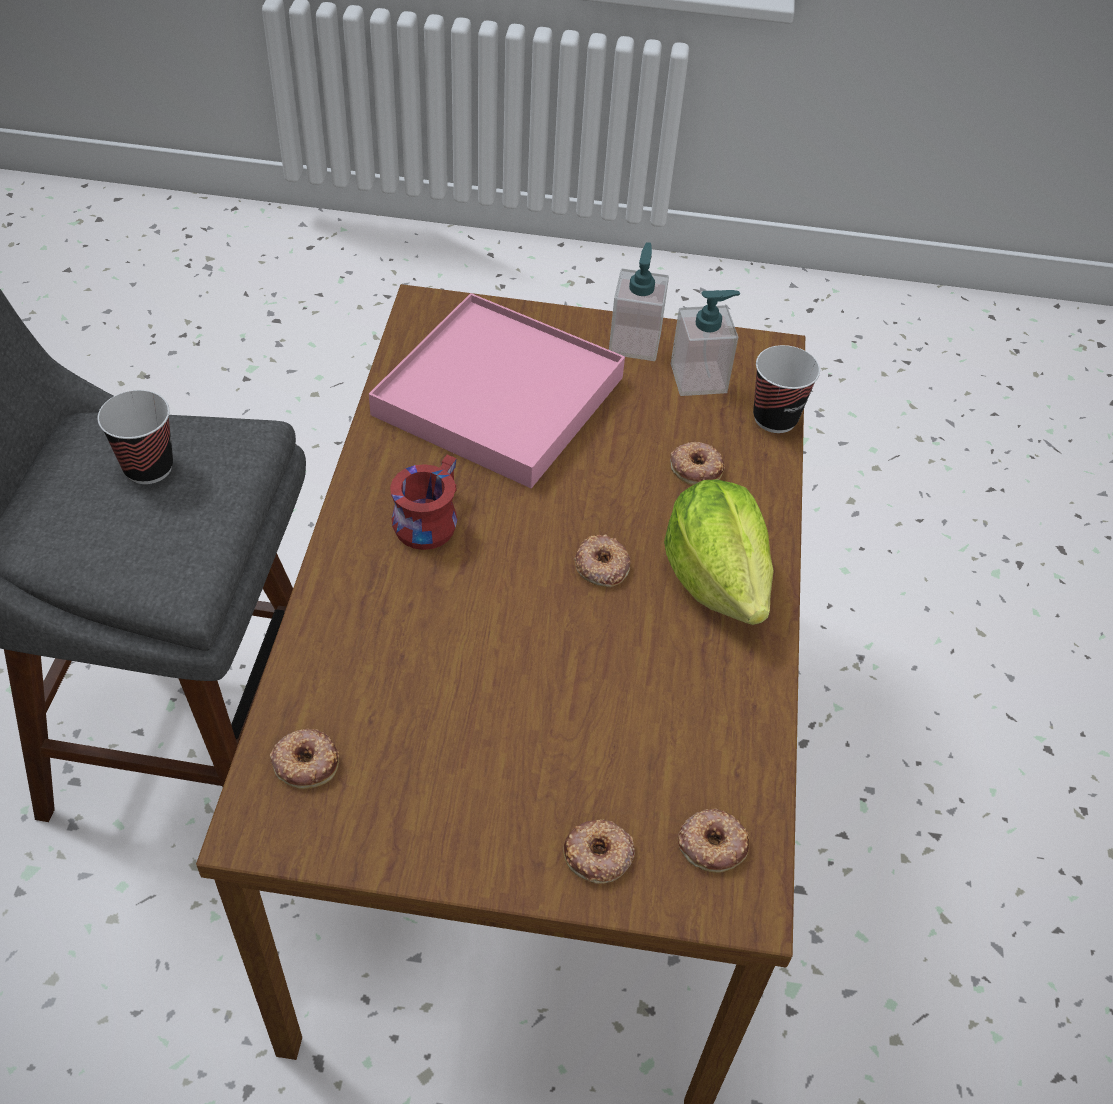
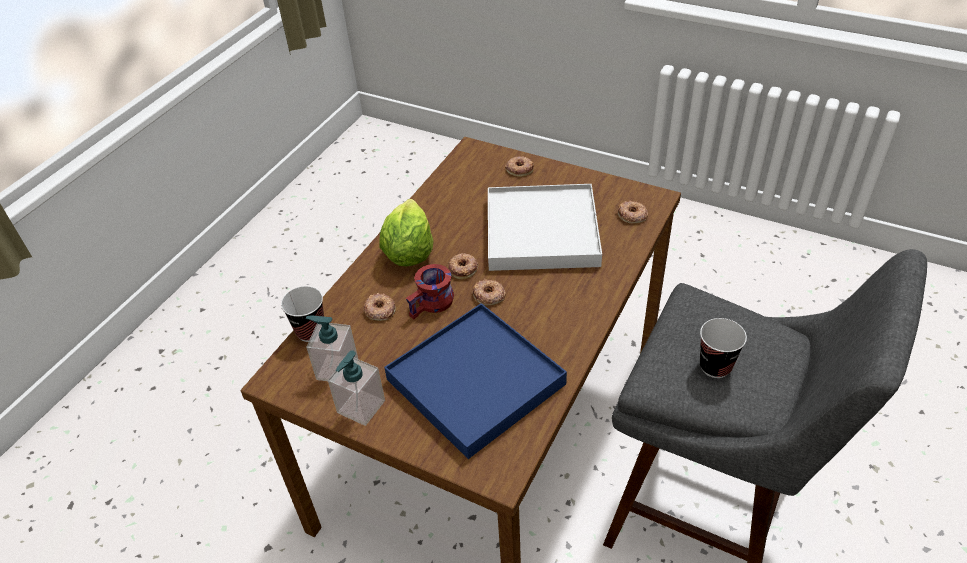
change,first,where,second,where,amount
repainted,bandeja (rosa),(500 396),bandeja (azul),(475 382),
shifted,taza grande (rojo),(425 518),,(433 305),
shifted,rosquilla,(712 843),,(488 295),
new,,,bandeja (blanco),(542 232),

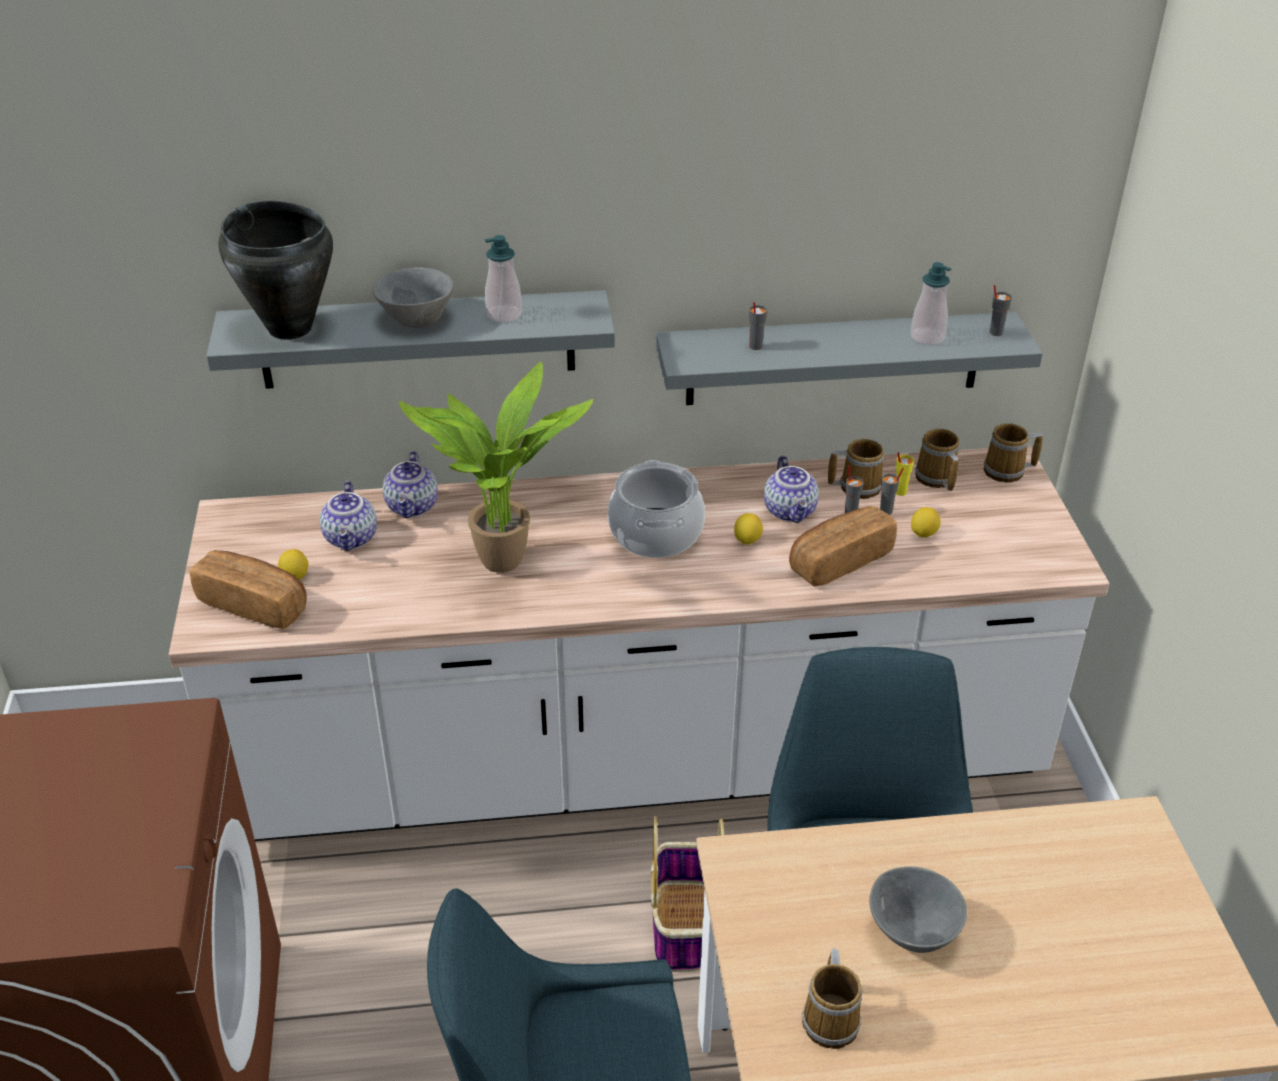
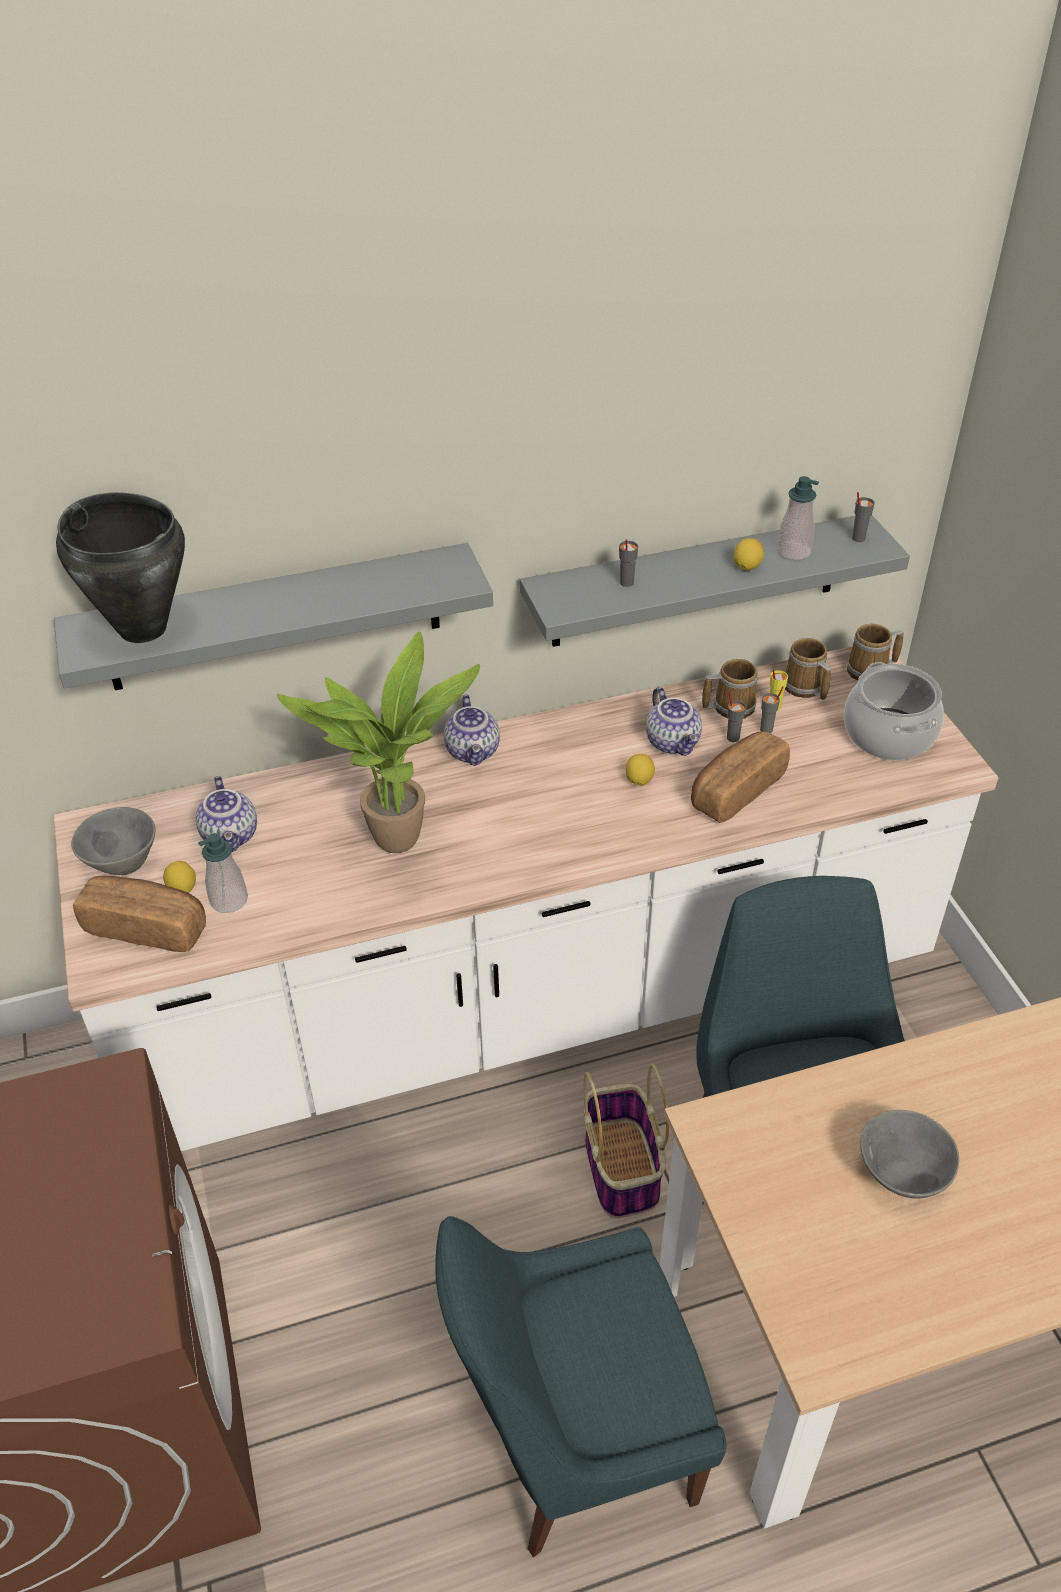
change,first,where,second,where,amount
shifted,dispensador de jabón,(504 315),,(229 900),
shifted,cuenco (gris),(418 318),,(123 860),
shifted,tetera,(413 507),,(474 752),
shifted,olla,(655 533),,(888 734),
shifted,limón,(923 533),,(746 567),
gone,taza grande,(832 1019),,,

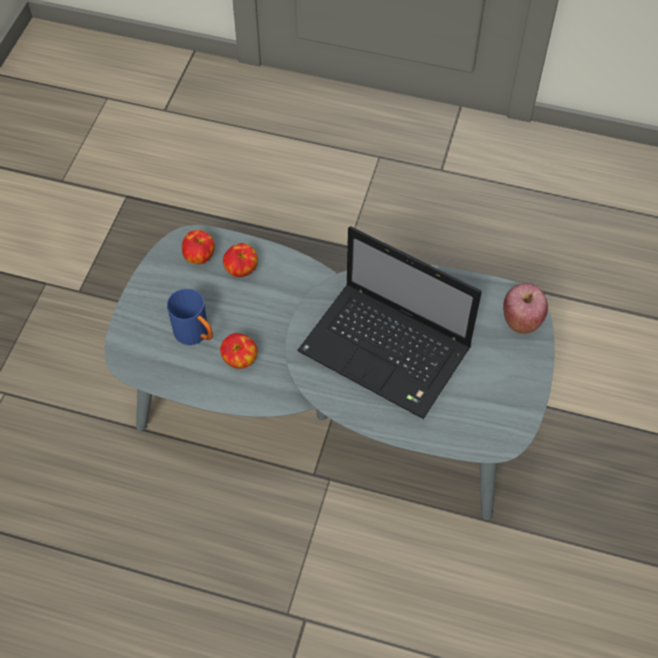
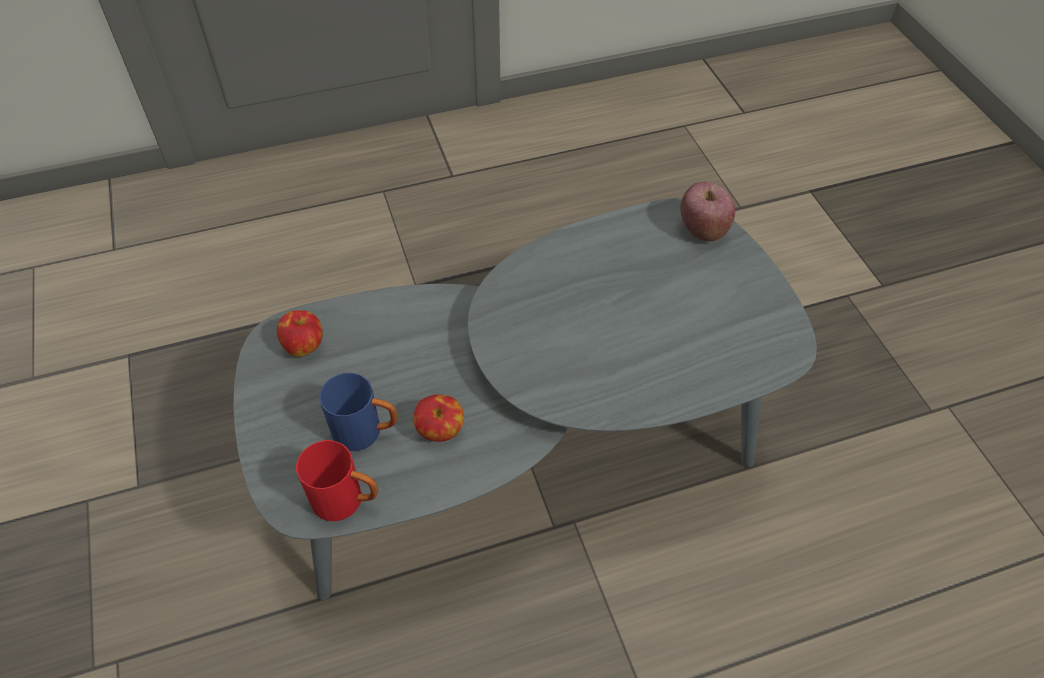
change,first,where,second,where,amount
gone,portátil,(388 352),,,
gone,manzana,(241 270),,,
new,,,taza grande (rojo),(347 501),

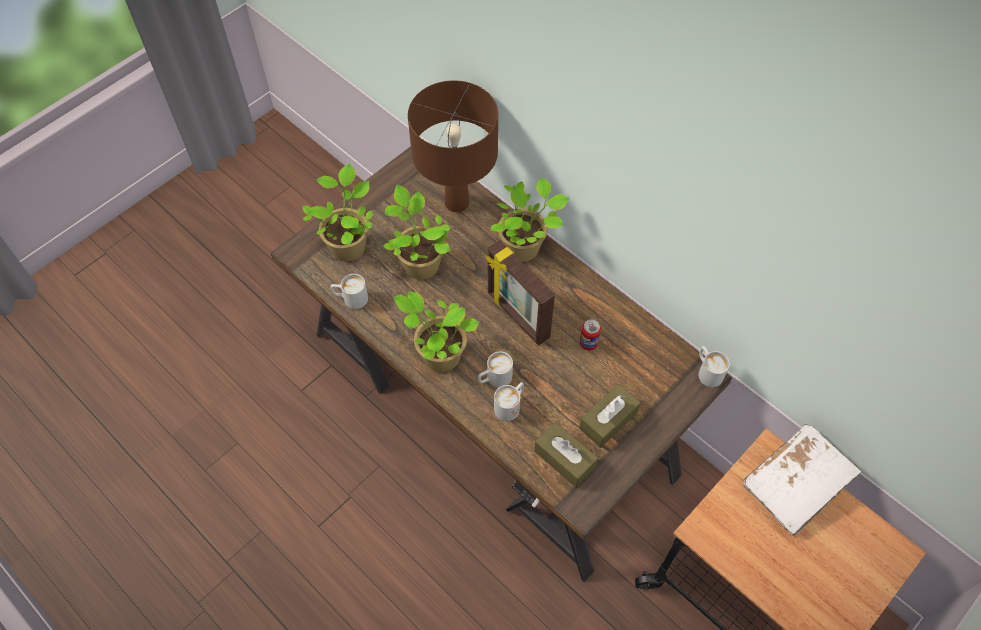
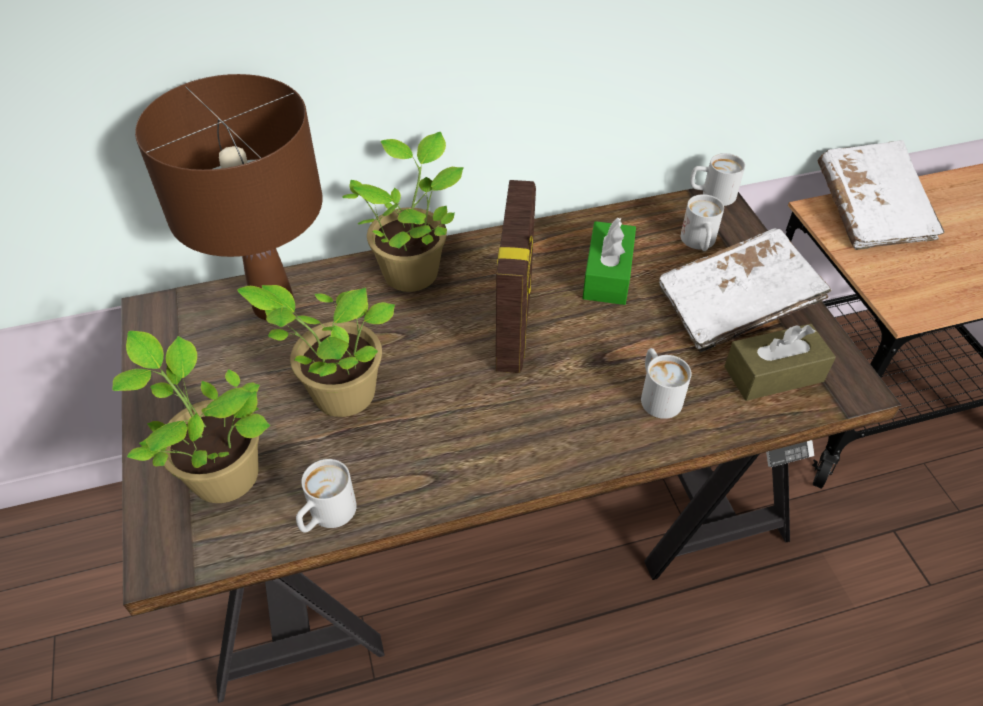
change,first,where,second,where,amount
rotated,portarretratos,(517 316),,(515 325),75 degrees counterclockwise
gone,planta en maceta,(438 355),,,
swapped,lata,(588 343),caja de pañuelos (verde),(607 275),
shifted,taza grande (blanco),(494 379),,(699 243),
swapped,caja de pañuelos (marrón),(608 420),libro (blanco),(734 306),

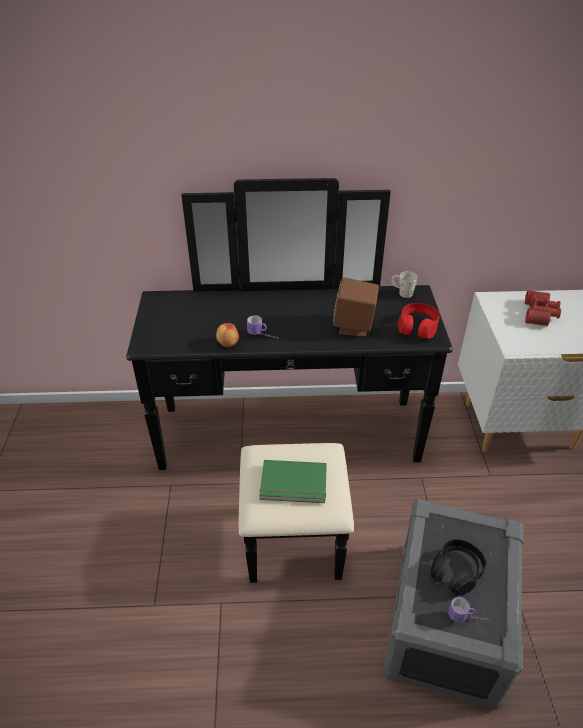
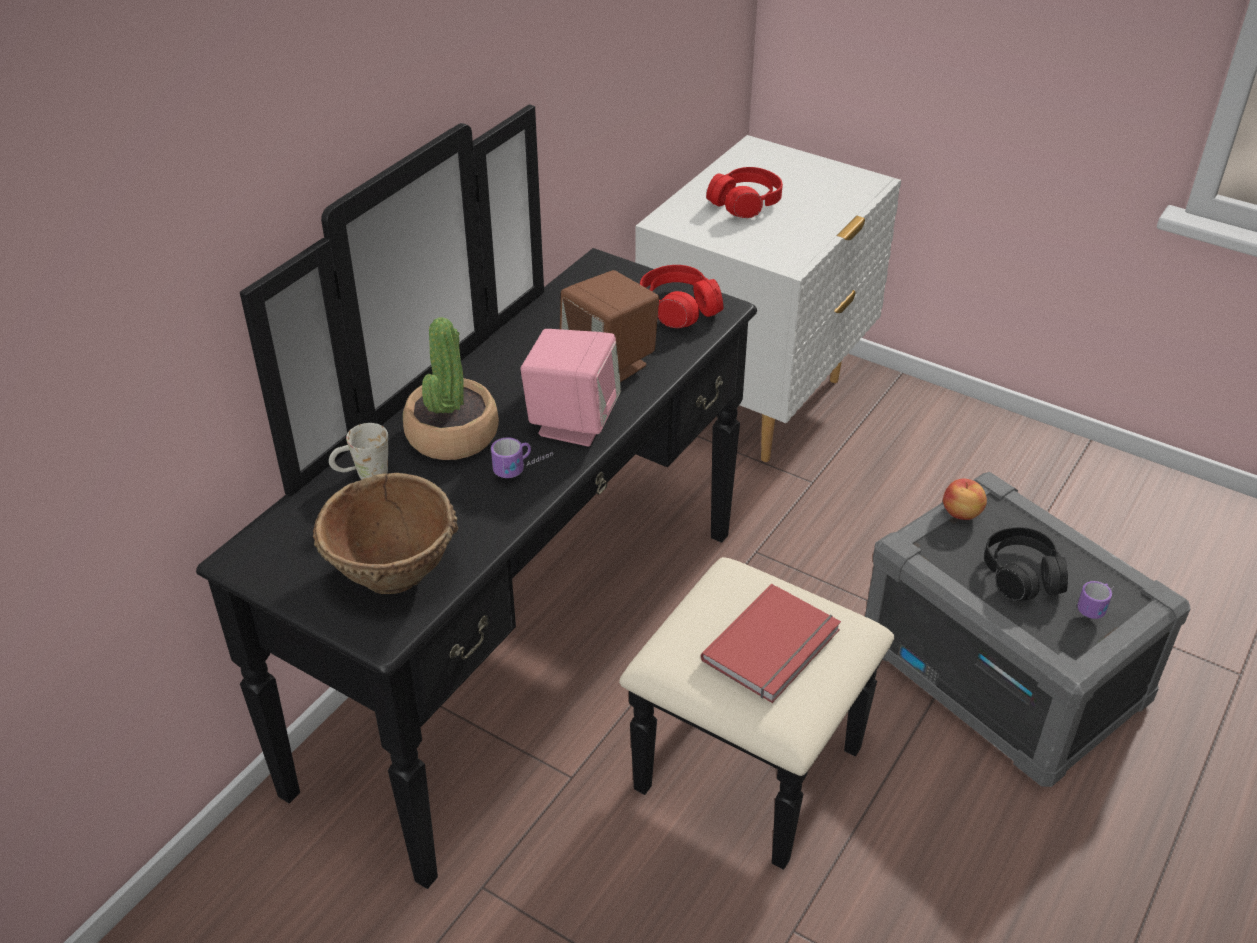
change,first,where,second,where,amount
shifted,taza grande (blanco),(401 292),,(363 475),
swapped,prismáticos (rojo),(540 314),auriculares (rojo),(745 203),
shifted,manzana,(227 343),,(961 513),
repainted,libro (verde),(294 485),libro (rojo),(775 647),
new,,,planta en maceta,(452 434),
new,,,altavoz (rosa),(572 422),
new,,,cuenco (marrón),(393 573),

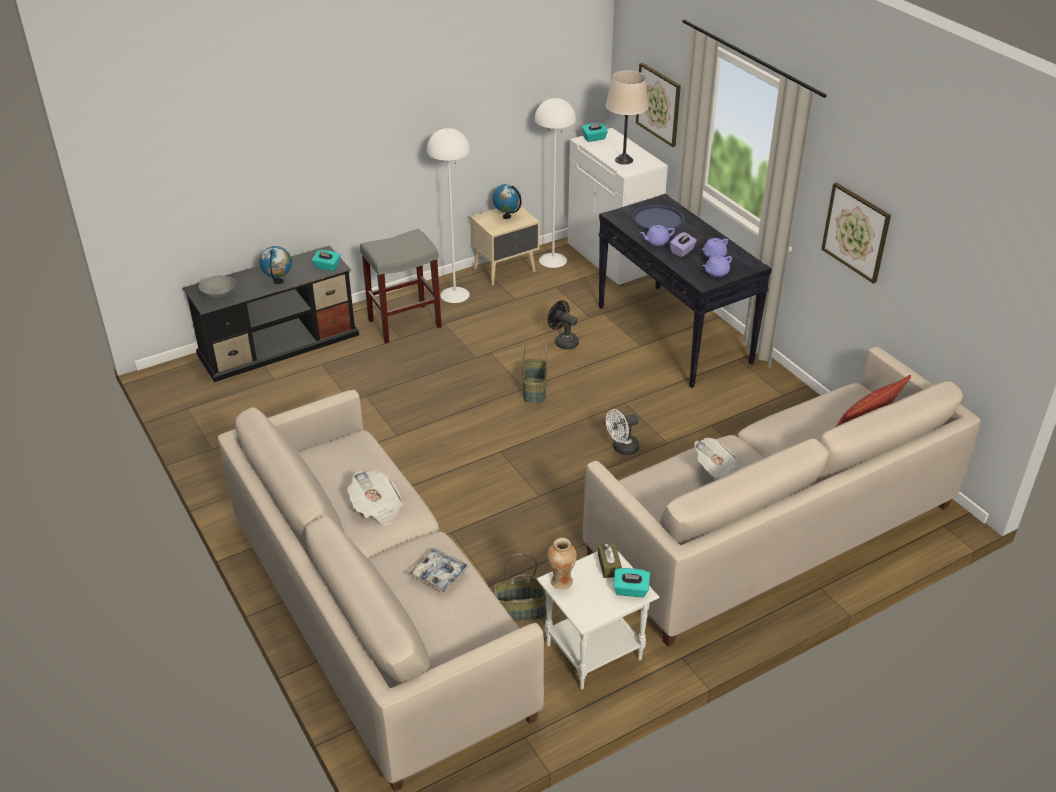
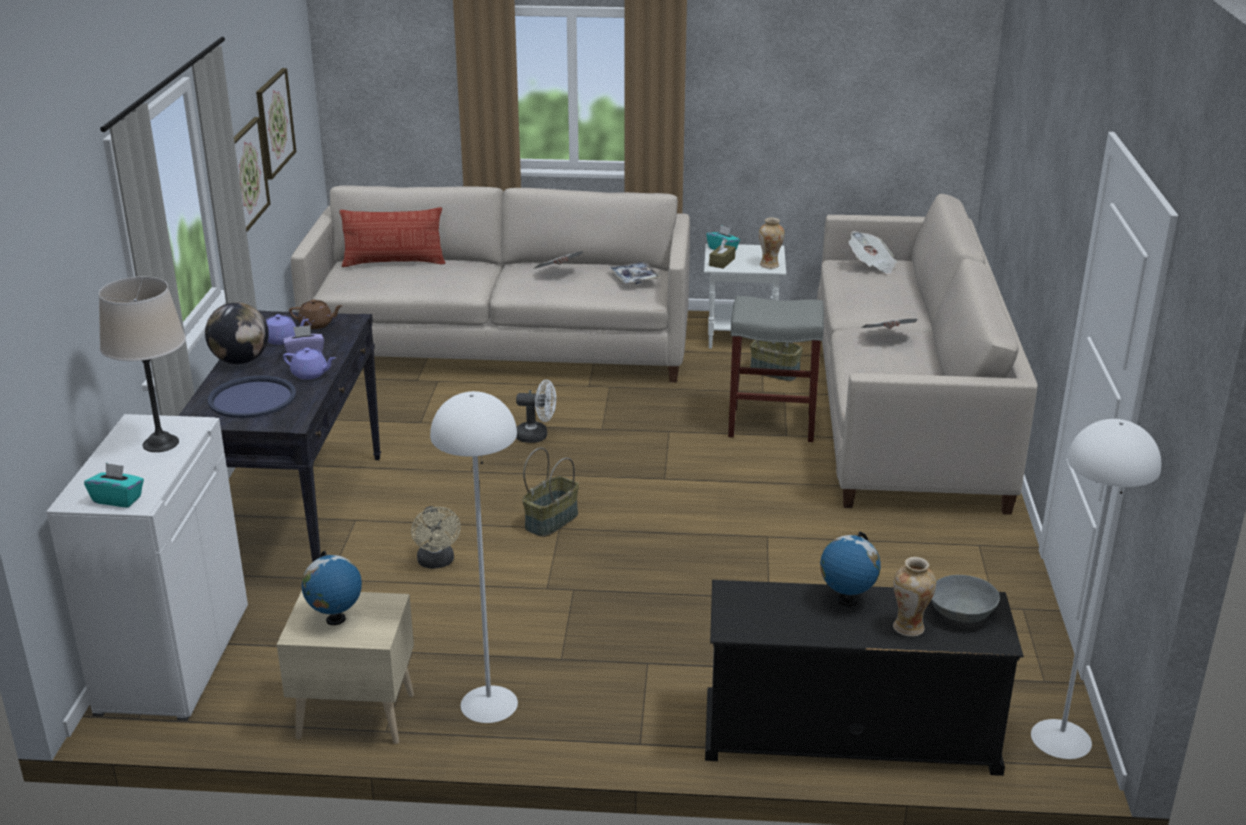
change,first,where,second,where,amount
shifted,cuadro,(659 104),,(274 123),
shifted,lámpara de pie (blanco),(553 260),,(1060 739),
shifted,taburete (gris),(405 323),,(770 424),
gone,caja de pañuelos (turquesa),(327 267),,,
repainted,tetera (morado),(716 272),tetera (marrón),(317 324),
repainted,ventilador (negro),(563 342),ventilador (beis),(437 563),
shifted,bandeja,(438 574),,(634 278),
new,,,periódico,(872 265),
new,,,globo terráqueo,(240 361),
new,,,florero,(909 627),

